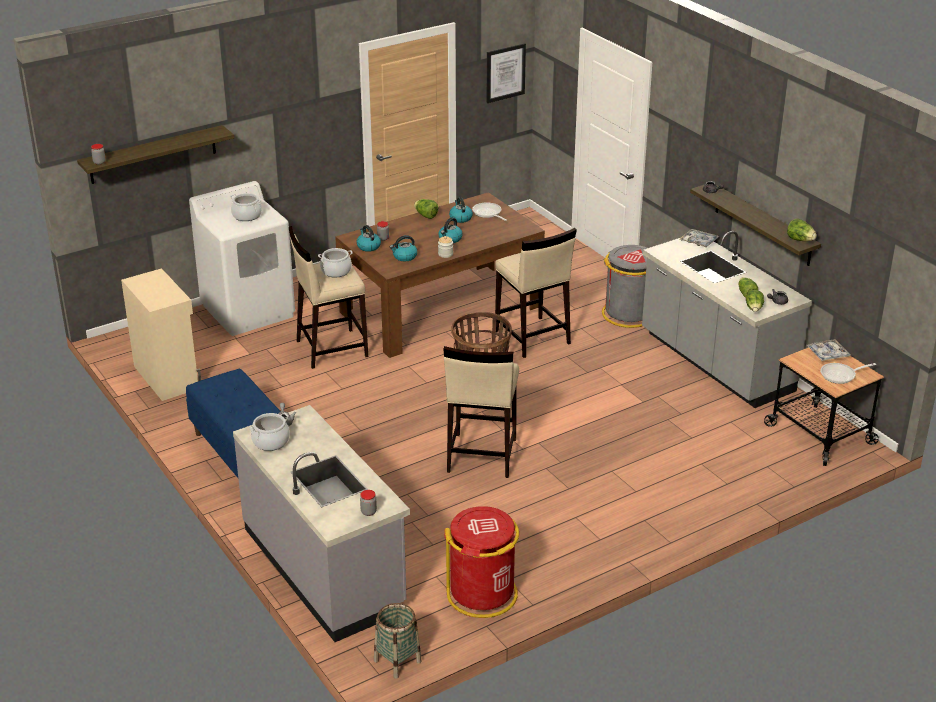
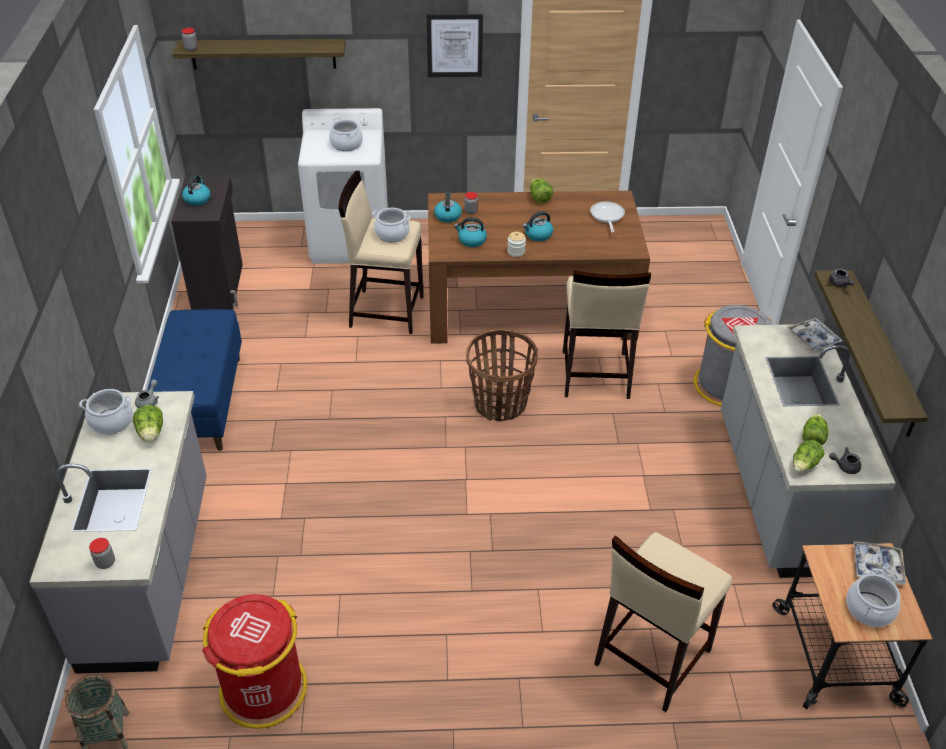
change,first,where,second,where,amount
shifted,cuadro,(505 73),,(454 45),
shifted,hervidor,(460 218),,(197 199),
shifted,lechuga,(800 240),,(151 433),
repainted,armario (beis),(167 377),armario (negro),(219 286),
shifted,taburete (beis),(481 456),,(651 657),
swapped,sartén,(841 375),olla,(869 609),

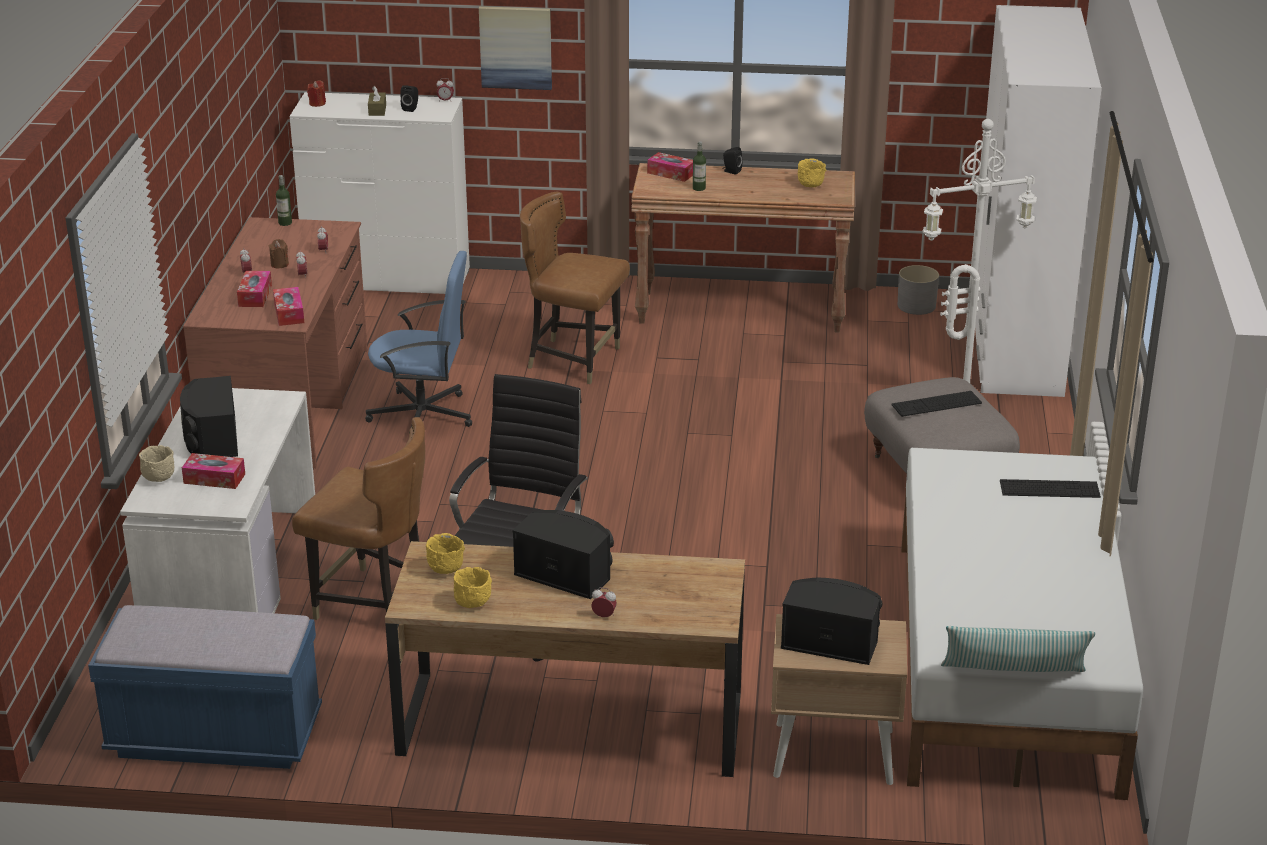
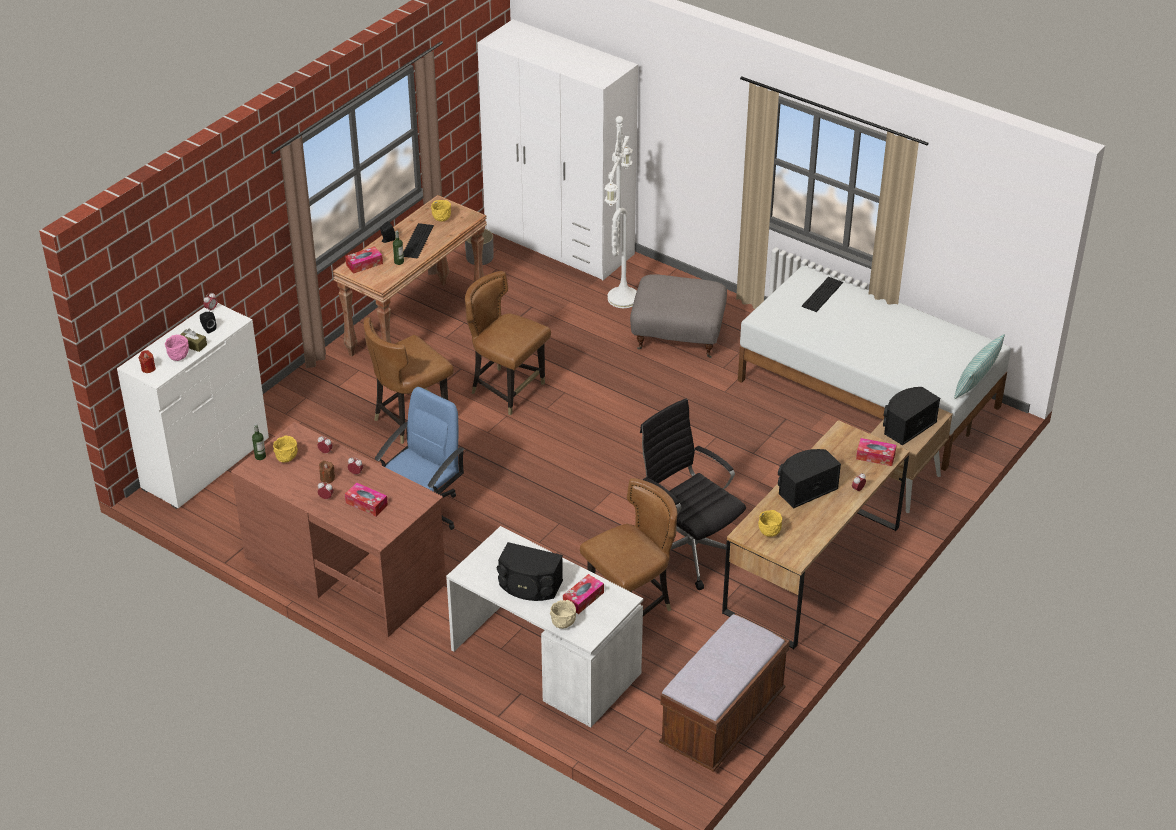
change,first,where,second,where,amount
gone,cuadro,(516 47),,,
shifted,caja de pañuelos,(289 313),,(875 456),
shifted,teclado,(936 404),,(417 241),
shifted,cuenco (amarillo),(472 604),,(287 458),
repainted,banco (azul),(215 736),banco (marrón),(722 721),
new,,,silla (marrón),(507 390),
new,,,cuenco (rosa),(179 357),

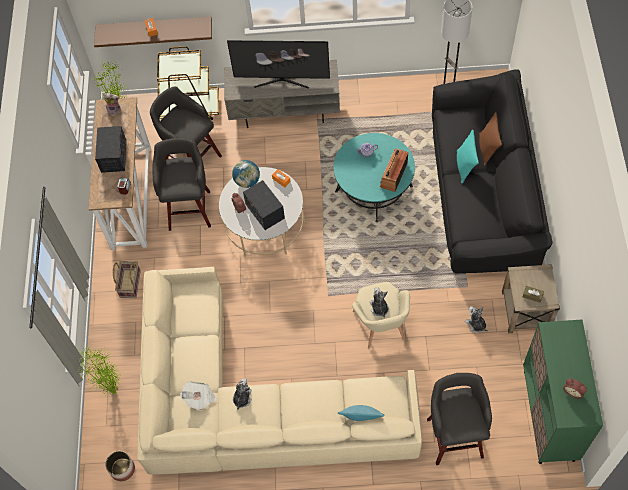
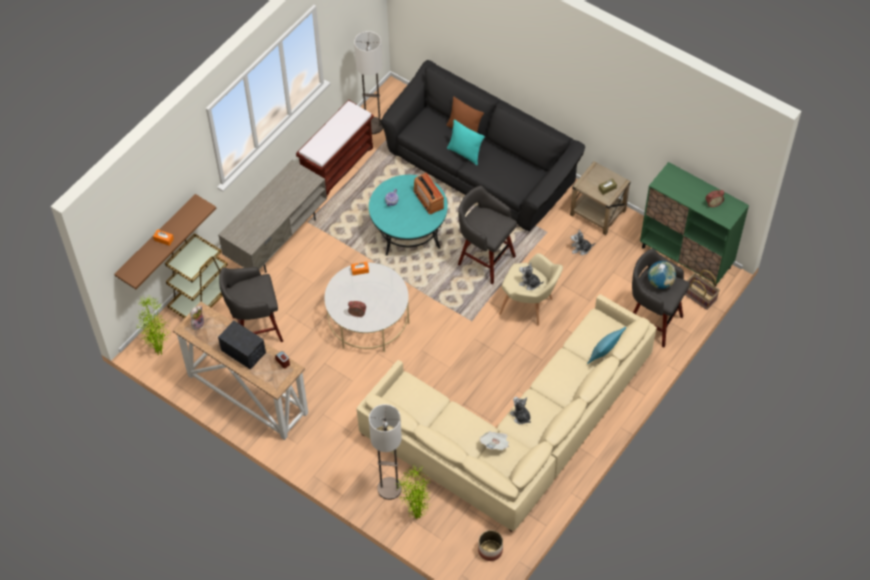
change,first,where,second,where,amount
gone,televisor,(282 80),,,
shifted,taburete (gris),(189 208),,(485 259),
shifted,globo terráqueo,(247 181),,(660 282),
gone,radio,(264 211),,,
shifted,cesta,(129 283),,(699 297),
new,,,banco (marrón),(338 165),
new,,,lámpara de pie,(389 489),

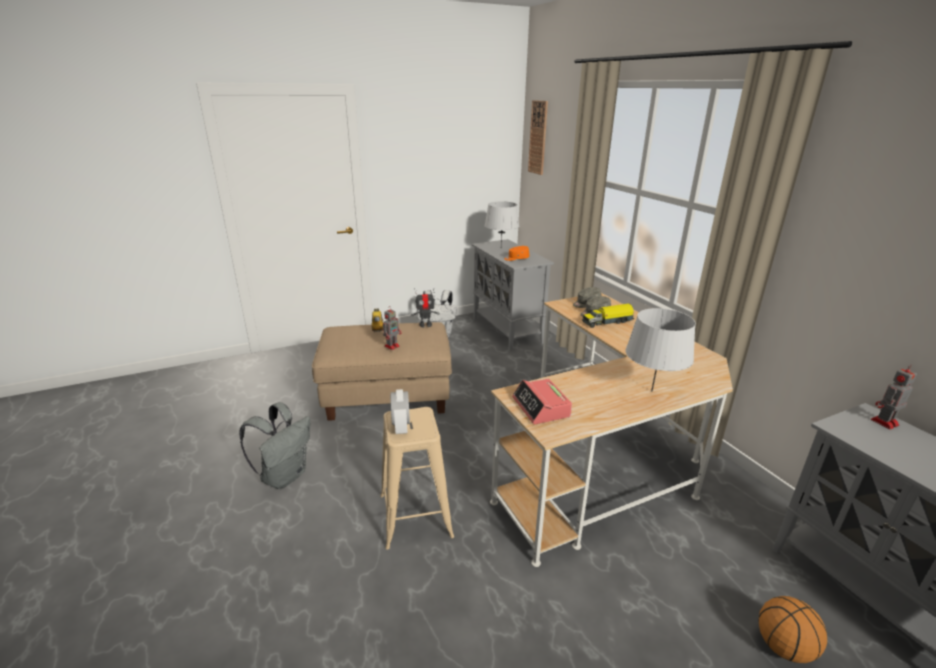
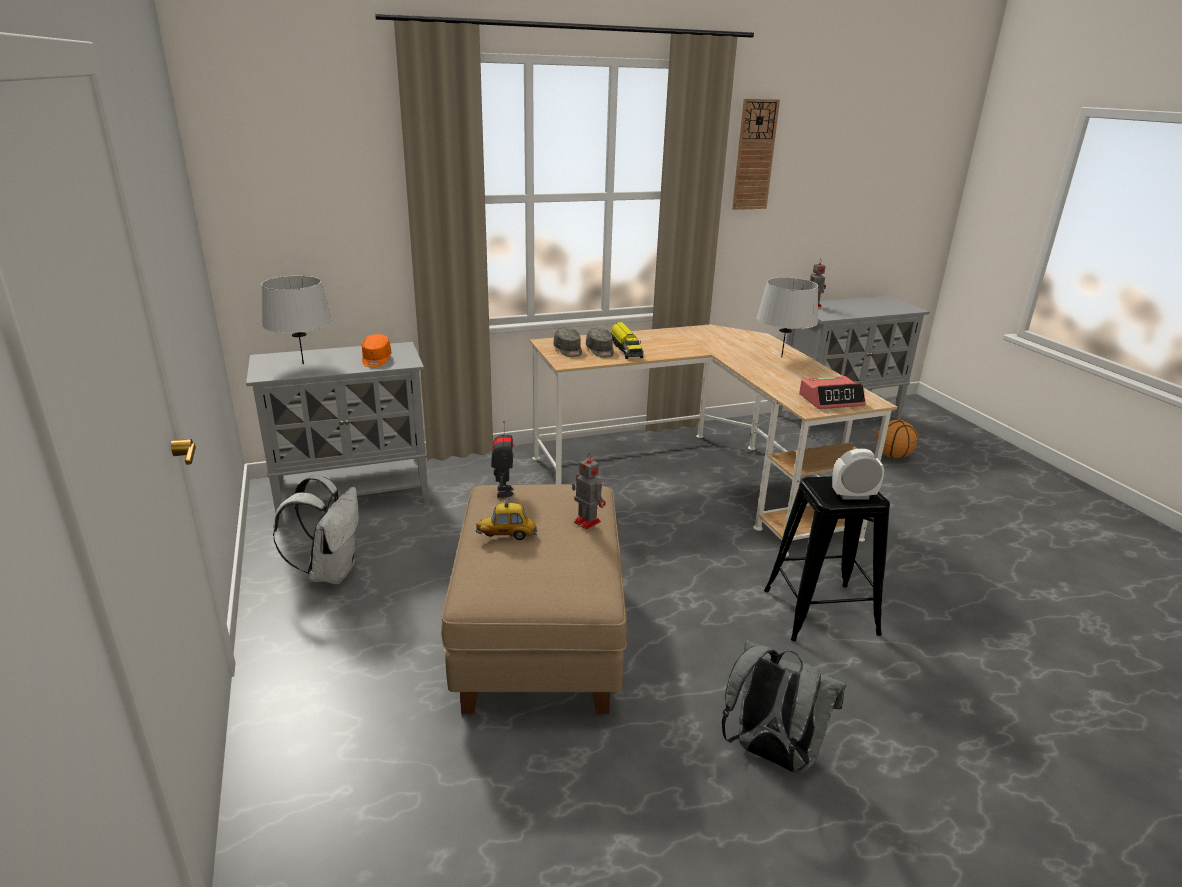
change,first,where,second,where,amount
shifted,reloj de pared,(538 137),,(754 155),
repainted,taburete (beis),(415 515),taburete (negro),(820 612),

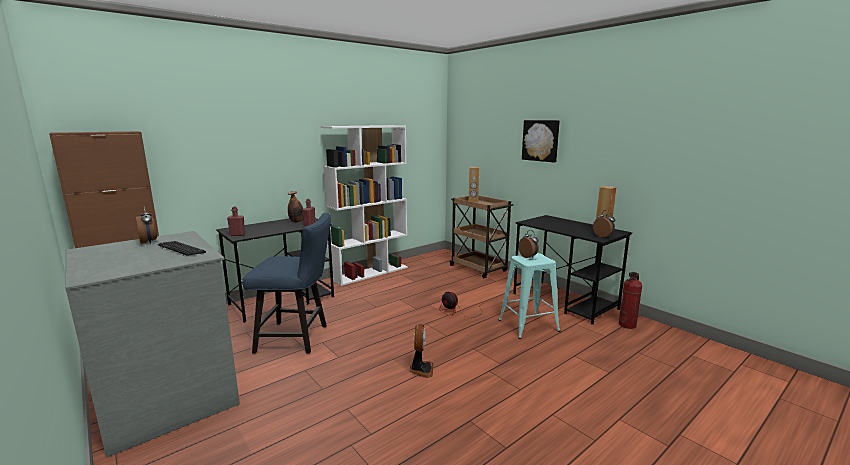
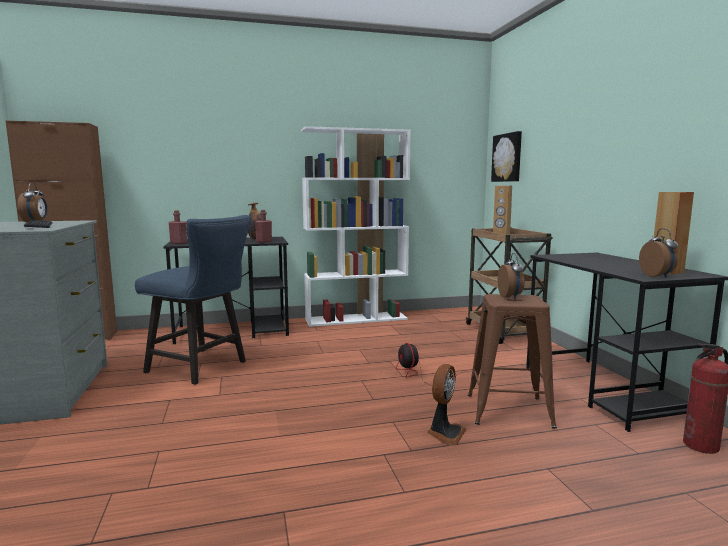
change,first,where,second,where,amount
shifted,cuadro,(541 140),,(507 157),
repainted,taburete (turquesa),(528 325),taburete (marrón),(508 410),
shifted,ventilador,(421 369),,(445 433),

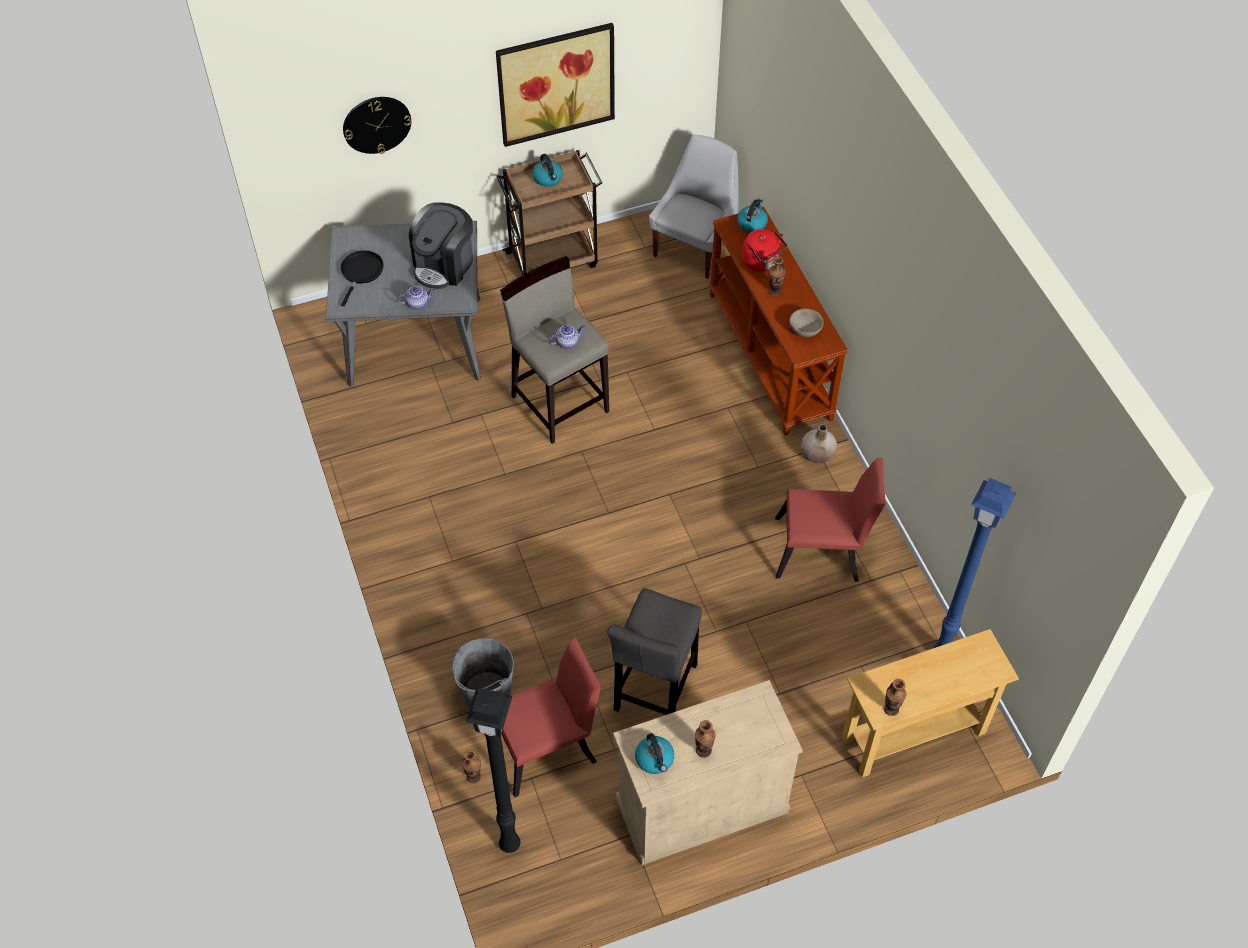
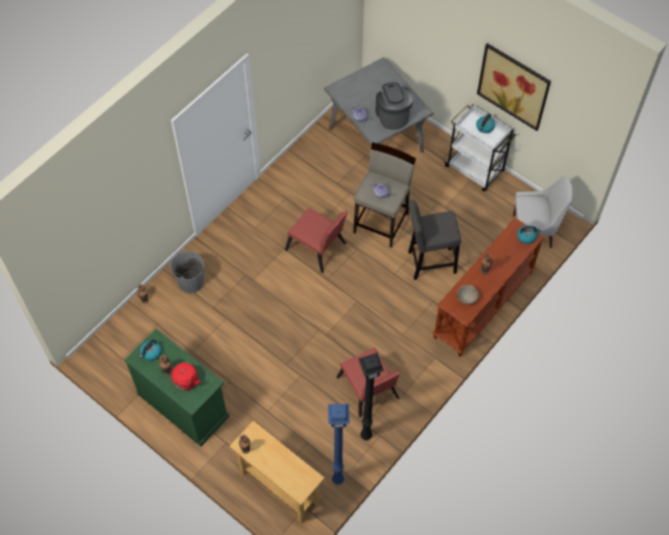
change,first,where,second,where,amount
gone,reloj de pared,(376 124),,,
repainted,carrito (marrón),(553 259),carrito (blanco),(475 170),
rotated,cafetera,(444 265),,(392 115),75 degrees clockwise
shifted,hervidor (rojo),(762 262),,(185 382),
gone,sartén (negro),(361 272),,,
gone,florero (beis),(817 454),,,
shifted,taburete (gris),(654 692),,(429 263),
shifted,silla (rojo),(548 745),,(318 249),
repainted,armario (beis),(701 805),armario (verde),(183 405),
shifted,lámpara de pie (negro),(508 845),,(365 435),

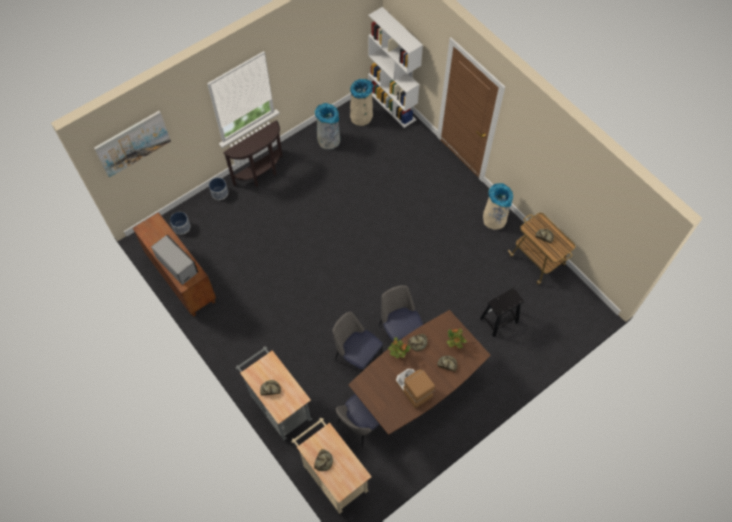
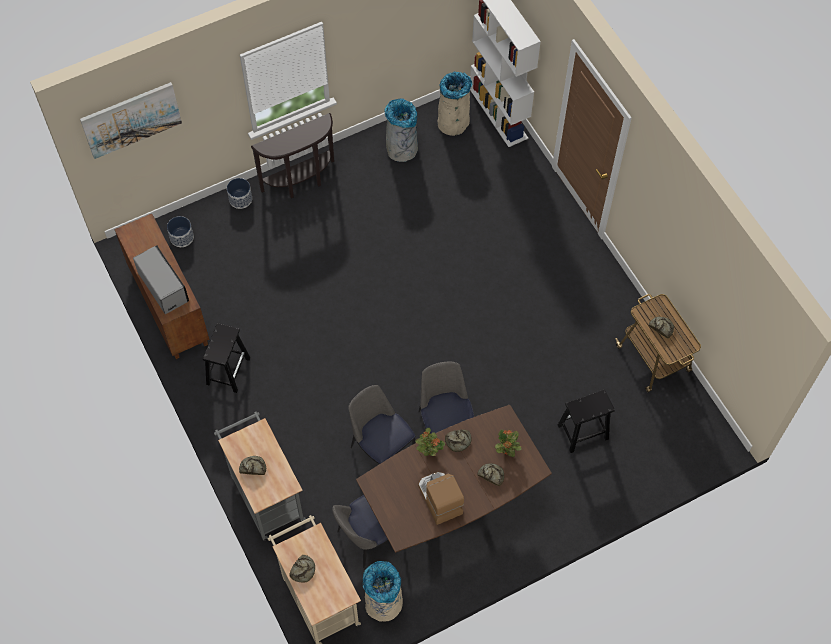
change,first,where,second,where,amount
shifted,papelera (beis),(494 219),,(383 603),
new,,,taburete (negro),(228 370),

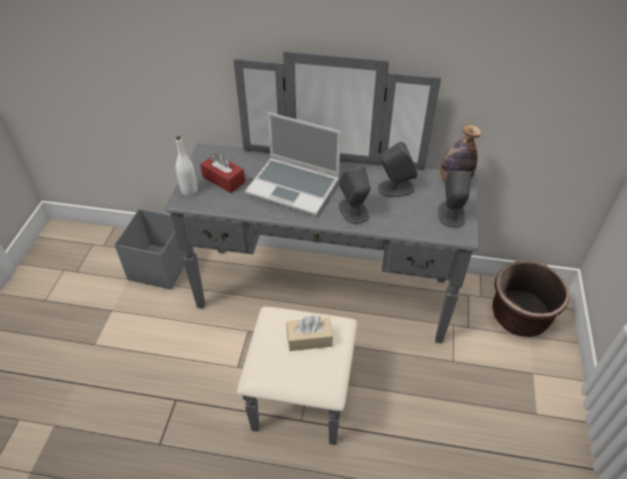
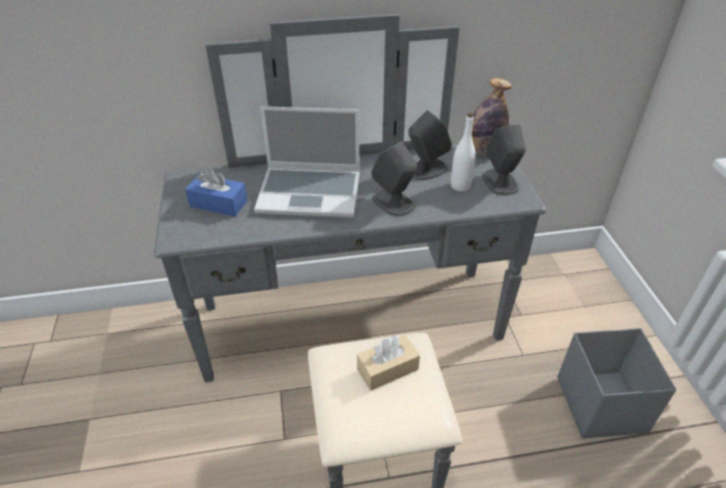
change,first,where,second,where,amount
shifted,botella (blanco),(189 191),,(460 186),
repainted,caja de pañuelos (rojo),(223 179),caja de pañuelos (azul),(218 204),
shifted,caja de almacenaje (gris),(161 266),,(600 403),
gone,maceta (marrón),(520 315),,,

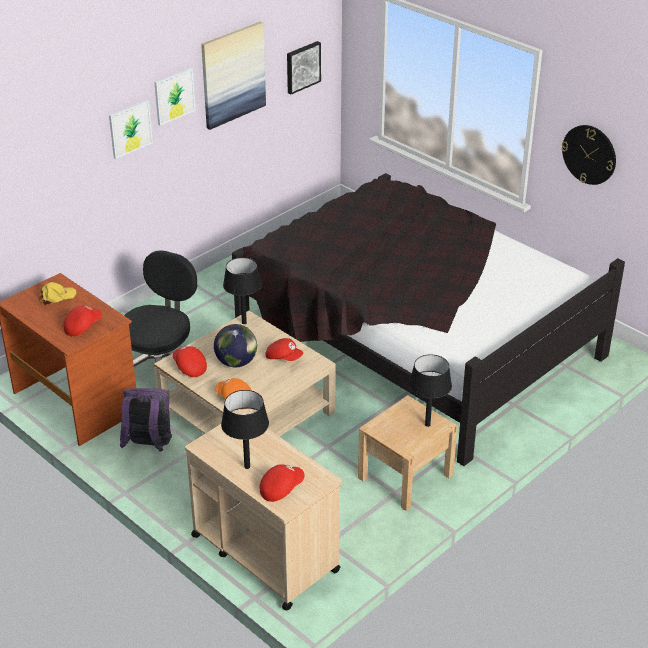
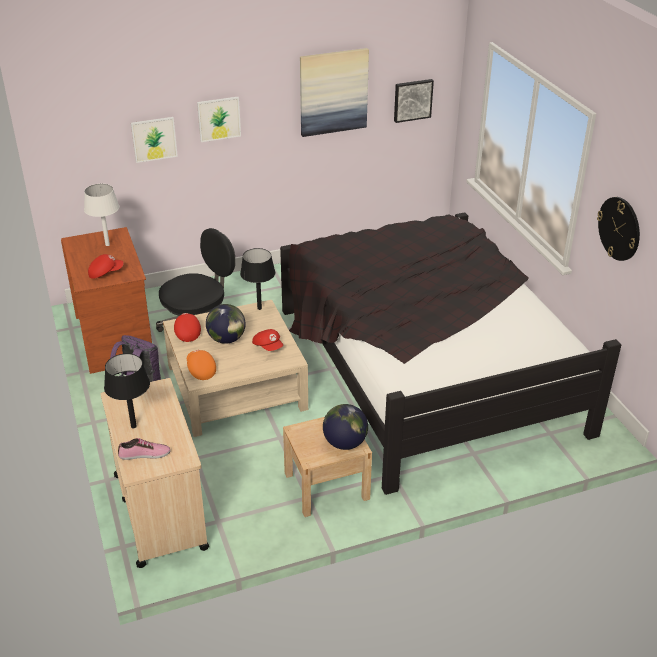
change,first,where,second,where,amount
shifted,cuadro,(174 96),,(154 139),
swapped,gorra (amarillo),(57 297),lámpara de mesa (blanco),(107 244),
swapped,lámpara de mesa (negro),(427 424),globo terráqueo,(345 443),
swapped,gorra (rojo),(281 488),zapato,(144 454),

